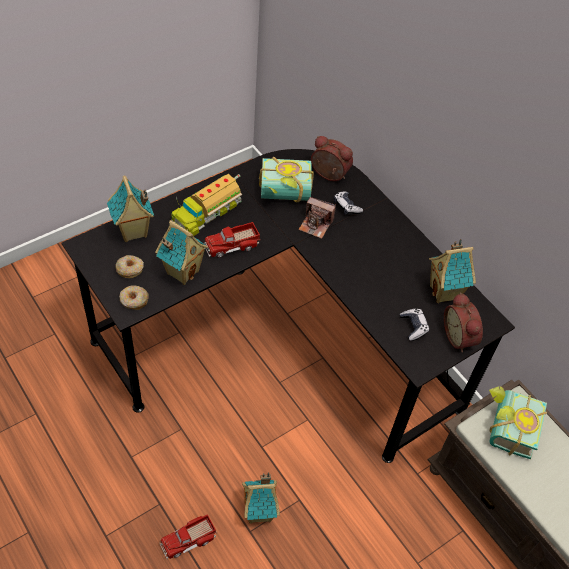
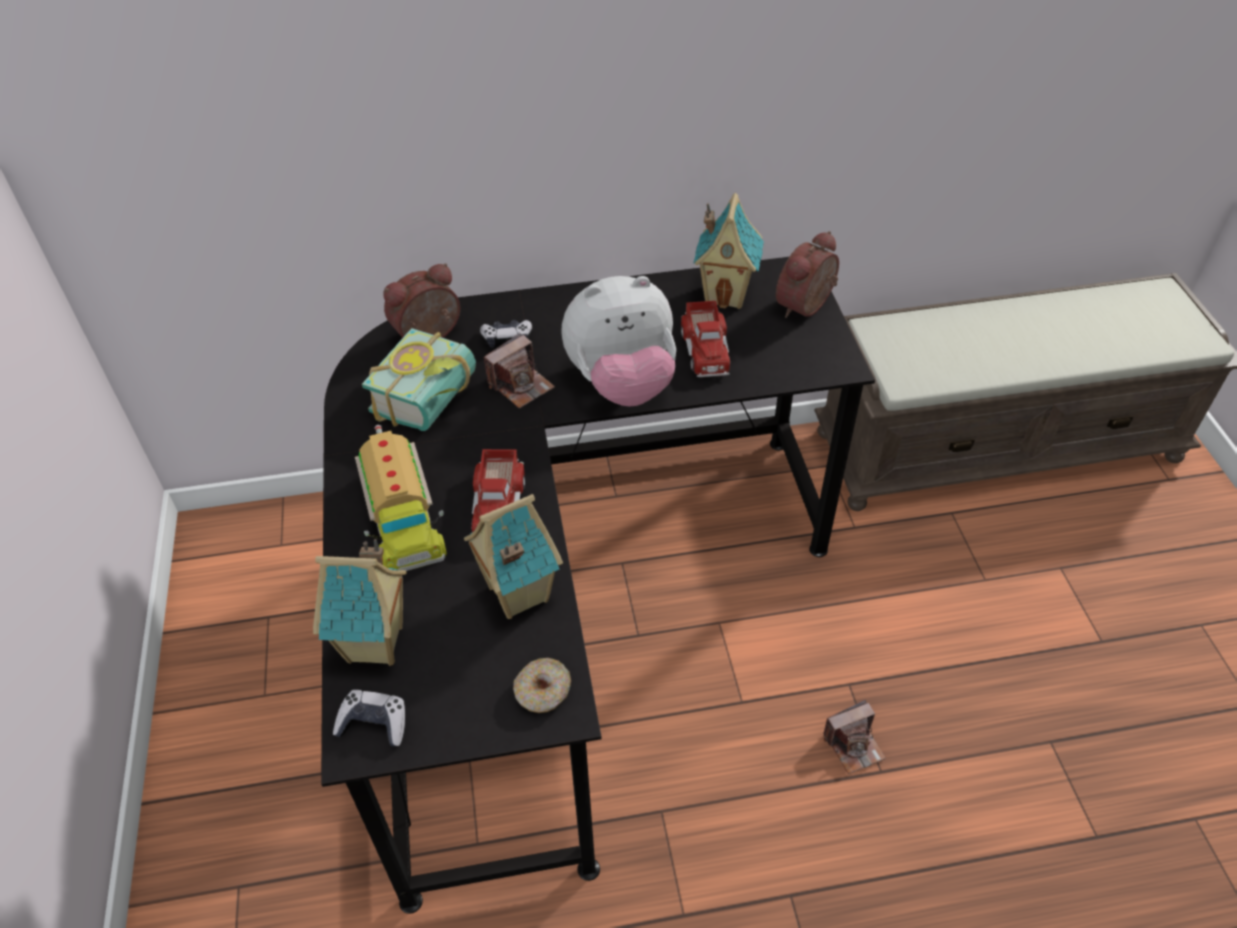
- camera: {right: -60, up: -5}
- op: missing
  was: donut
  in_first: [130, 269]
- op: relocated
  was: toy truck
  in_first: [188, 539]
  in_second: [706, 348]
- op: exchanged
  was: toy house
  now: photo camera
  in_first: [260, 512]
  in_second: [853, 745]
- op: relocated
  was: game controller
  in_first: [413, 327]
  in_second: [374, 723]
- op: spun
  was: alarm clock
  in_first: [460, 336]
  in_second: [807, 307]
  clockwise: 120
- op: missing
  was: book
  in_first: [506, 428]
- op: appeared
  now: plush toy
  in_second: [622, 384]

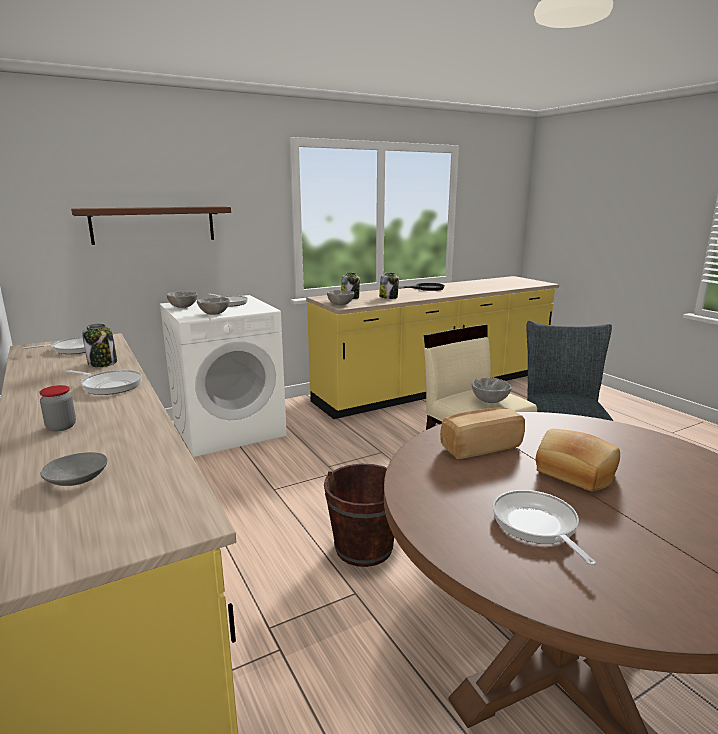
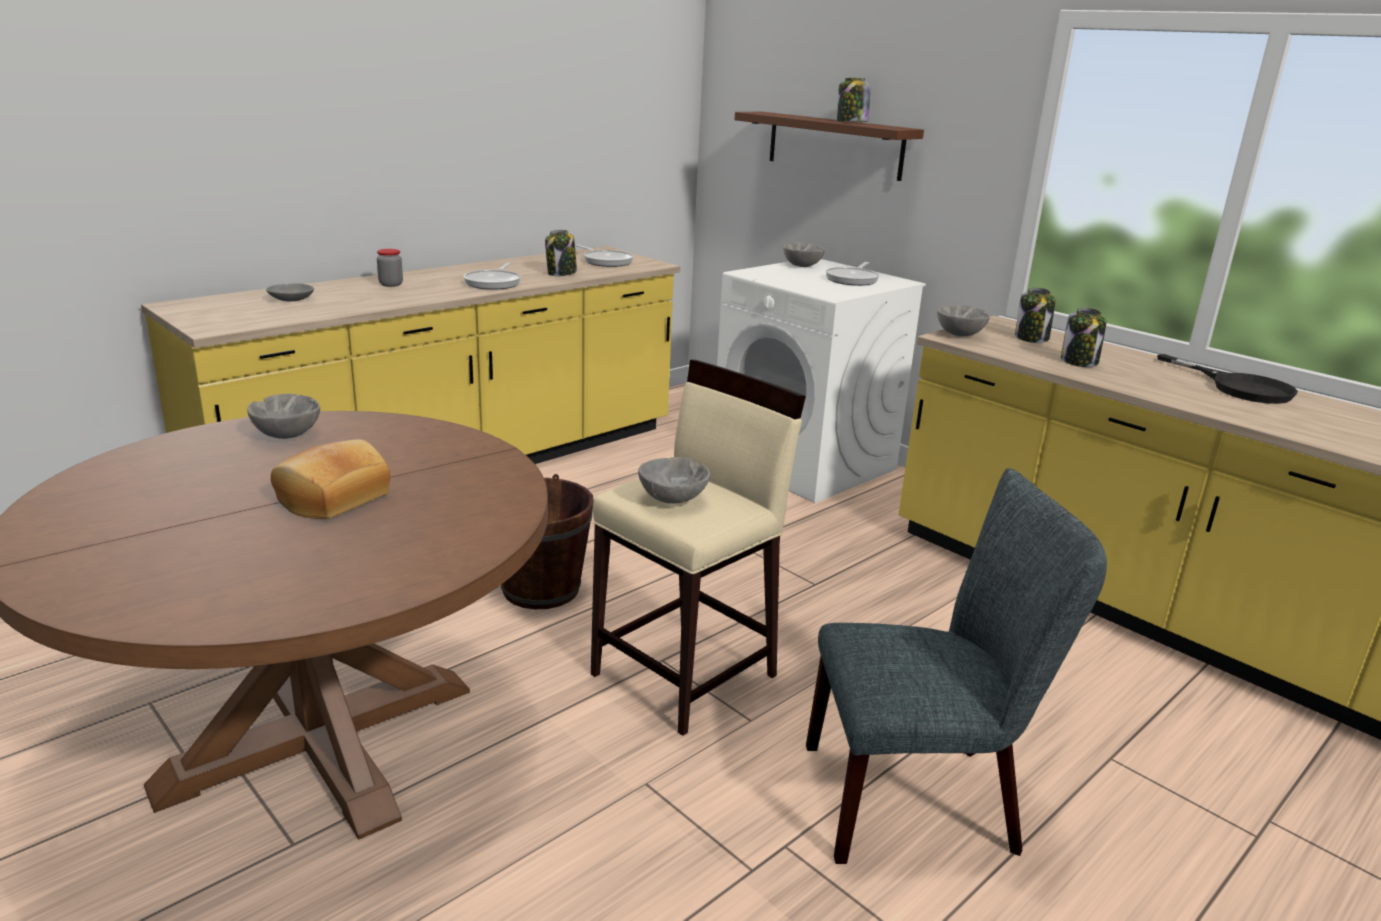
- camera: {right: 75, up: 5}
- op: relocated
  was: grey bowl
  in_first: [213, 314]
  in_second: [286, 435]
- op: missing
  was: bread
  in_first: [479, 446]
- op: missing
  was: frying pan
  in_first: [537, 525]
- op: appeared
  now: jar
  in_second: [851, 122]

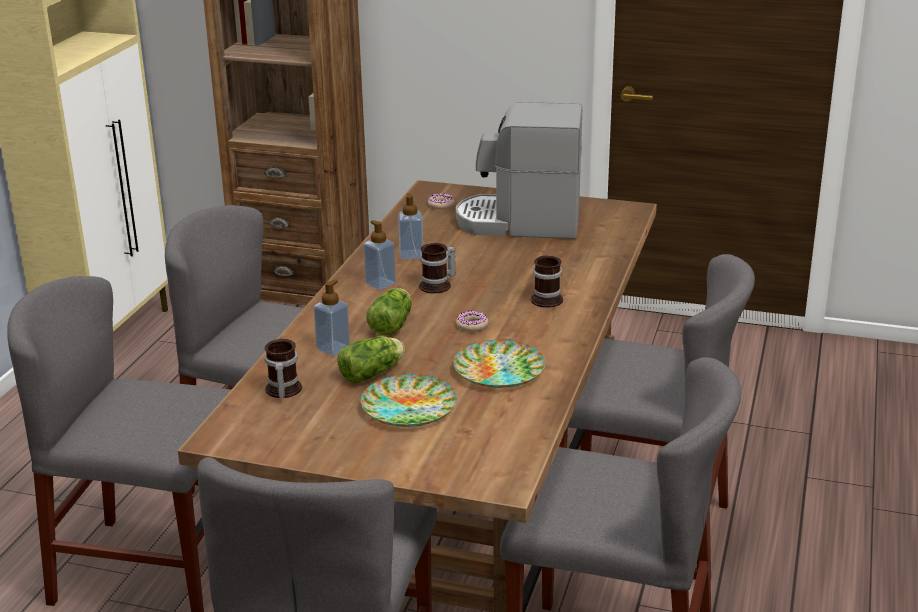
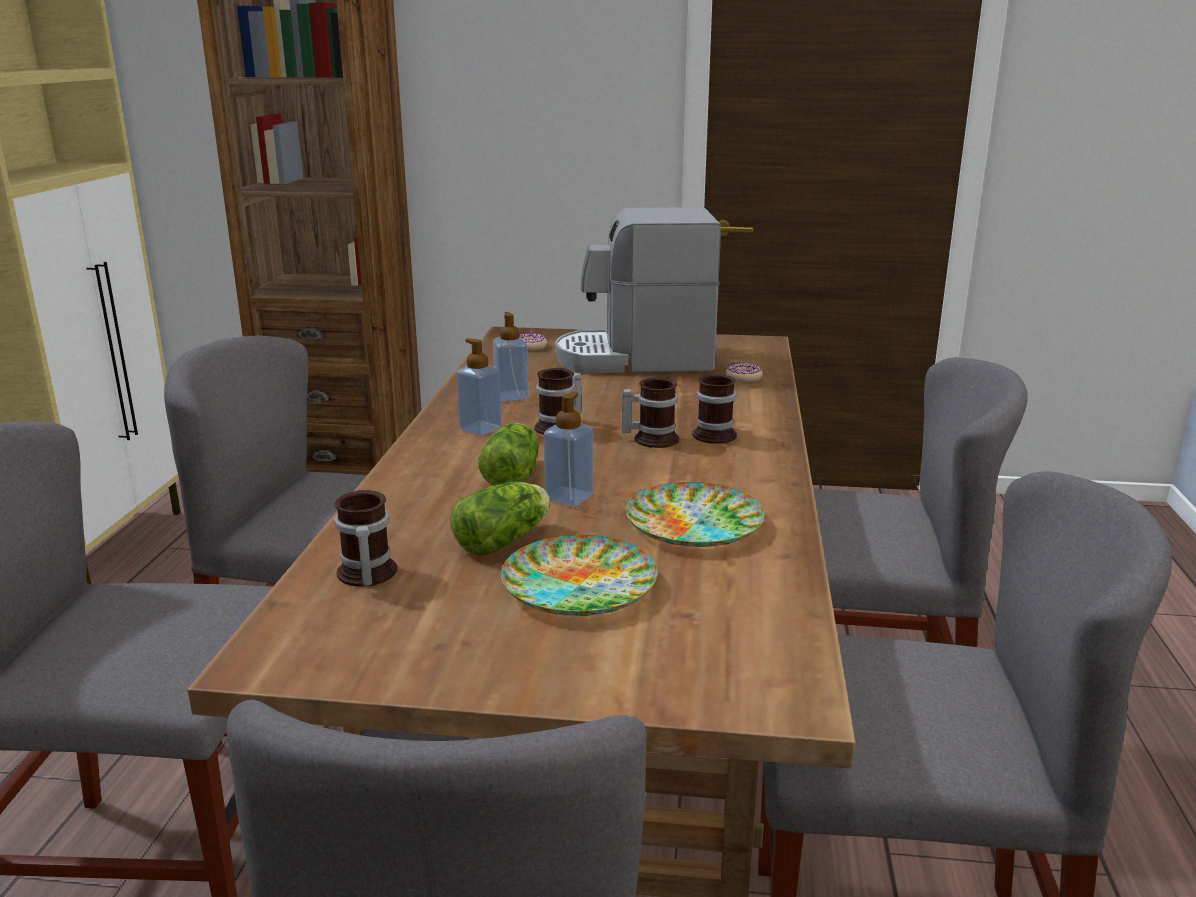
- camera: {right: -10, up: -5}
- op: relocated
  was: soap dispenser
  in_first: [333, 349]
  in_second: [569, 498]
- op: relocated
  was: donut
  in_first: [472, 325]
  in_second: [743, 378]
- op: appeared
  now: mug
  in_second: [651, 438]

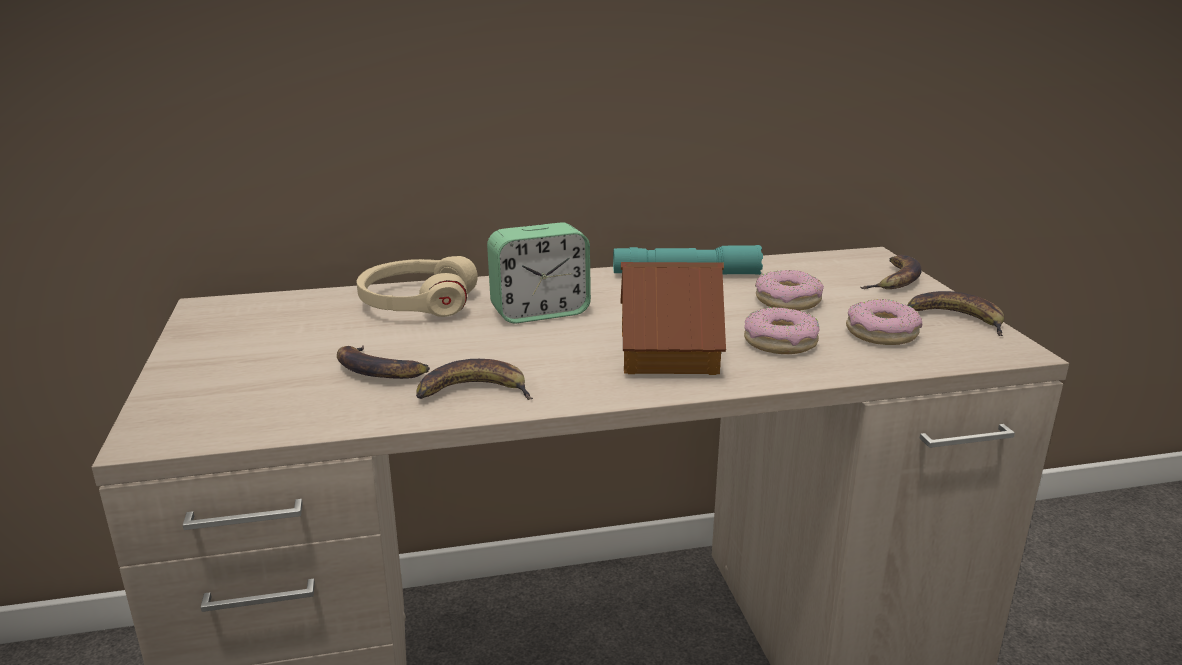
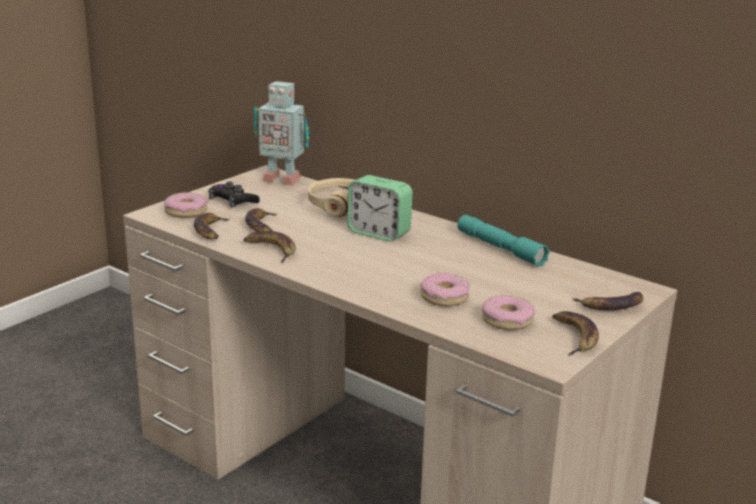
- camera: {right: 50, up: 0}
- op: missing
  was: toy house
  in_first: [666, 352]
- op: relocated
  was: donut
  in_first: [788, 301]
  in_second: [186, 212]
- op: appeared
  now: banana
  in_second: [211, 231]
- op: appeared
  now: black game controller
  in_second: [233, 201]
- op: appeared
  now: toy robot
  in_second: [281, 179]

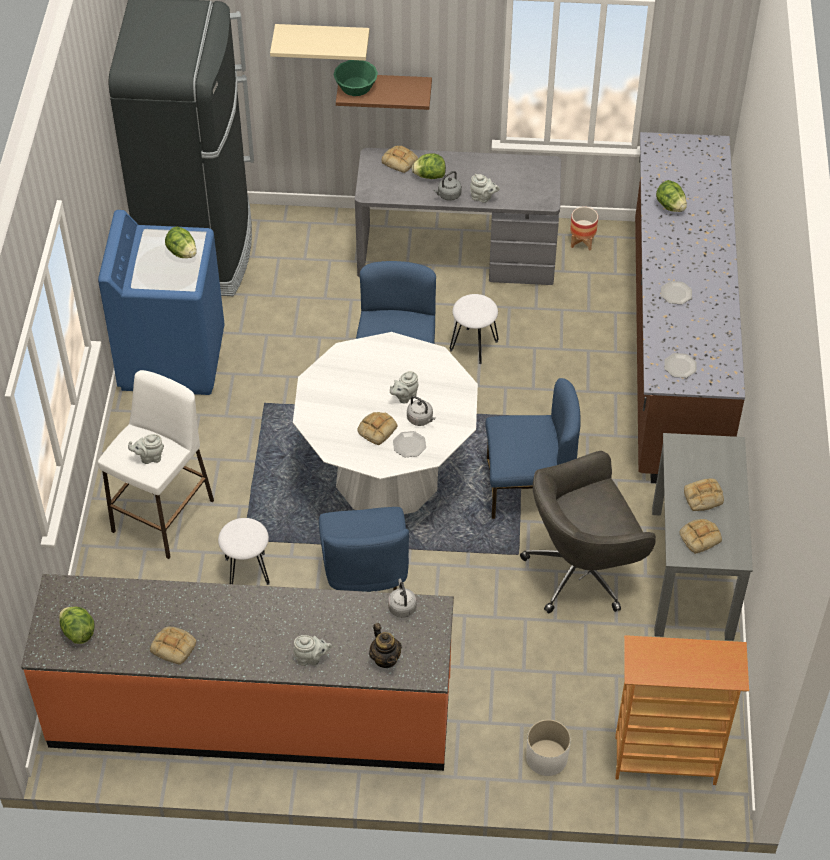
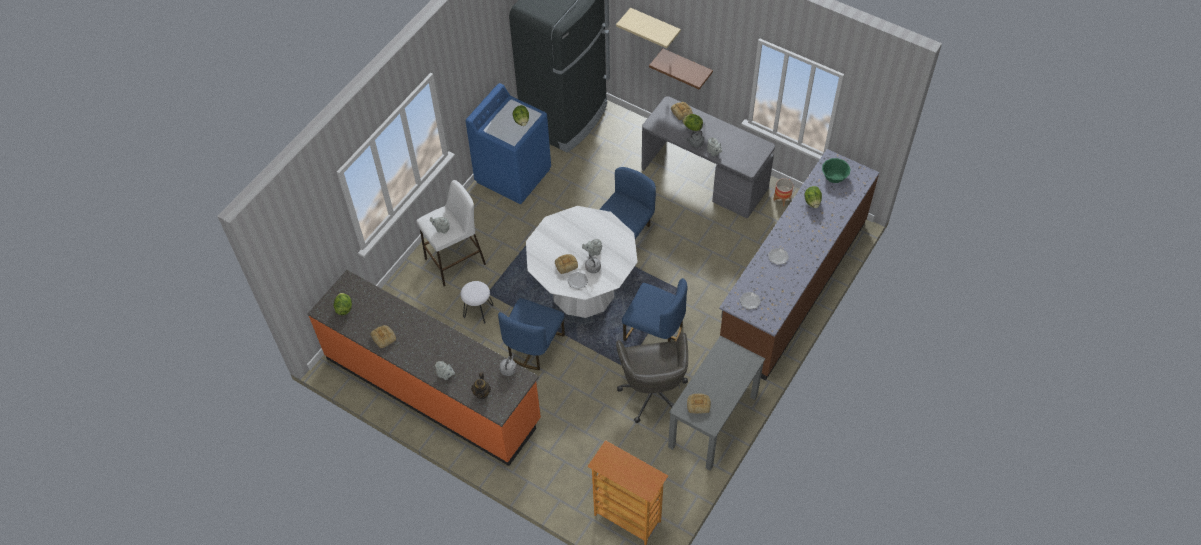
- camera: {right: 30, up: 5}
- op: relocated
  was: green bowl
  in_first: [355, 86]
  in_second: [834, 175]
- op: missing
  was: white stool
  in_first: [473, 346]
- op: spun
  was: grey office chair
  in_first: [582, 570]
  in_second: [653, 392]
  clockwise: -105
- op: missing
  was: white planter
  in_first: [546, 758]
- op: missing
  was: bread
  in_first: [703, 498]

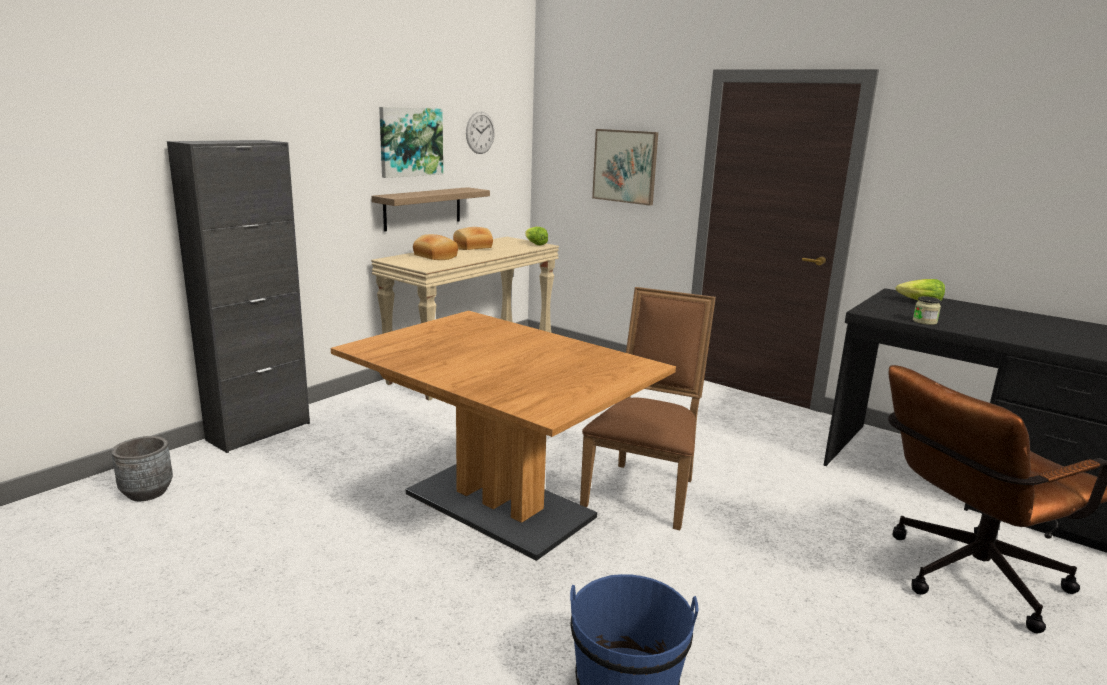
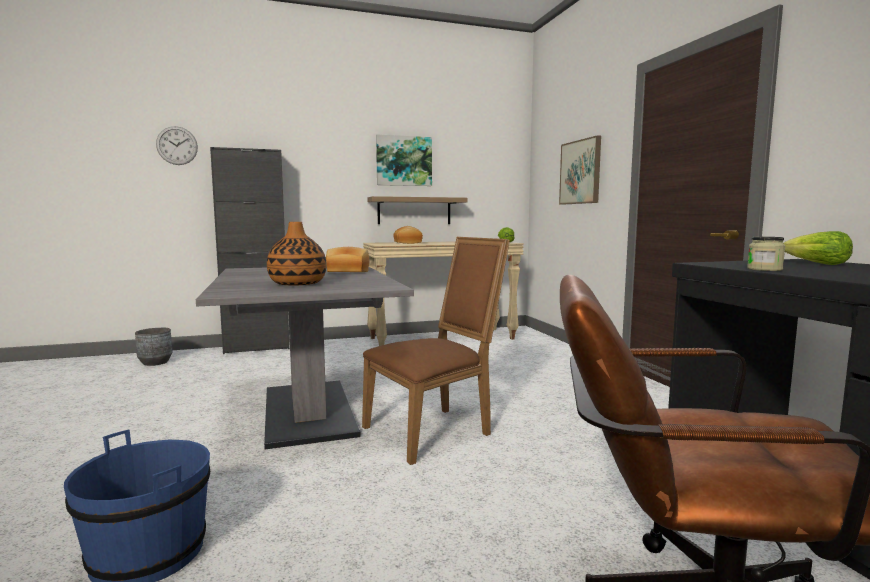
- camera: {right: 35, up: -10}
- op: colour
  was: brown dining table
  now: grey dining table
  in_first: [499, 505]
  in_second: [308, 411]
- op: relocated
  was: bread
  in_first: [473, 247]
  in_second: [347, 271]
- op: relocated
  was: wall clock
  in_first: [480, 132]
  in_second: [177, 145]
- op: appeared
  now: vase
  in_second: [297, 284]

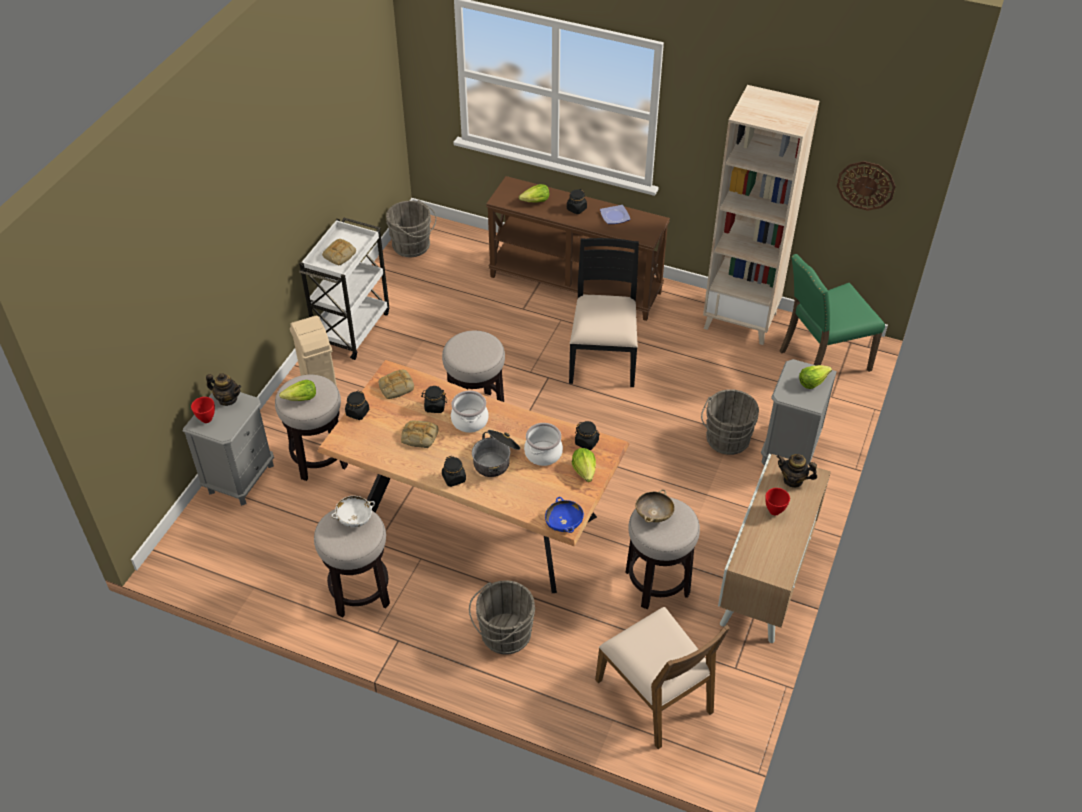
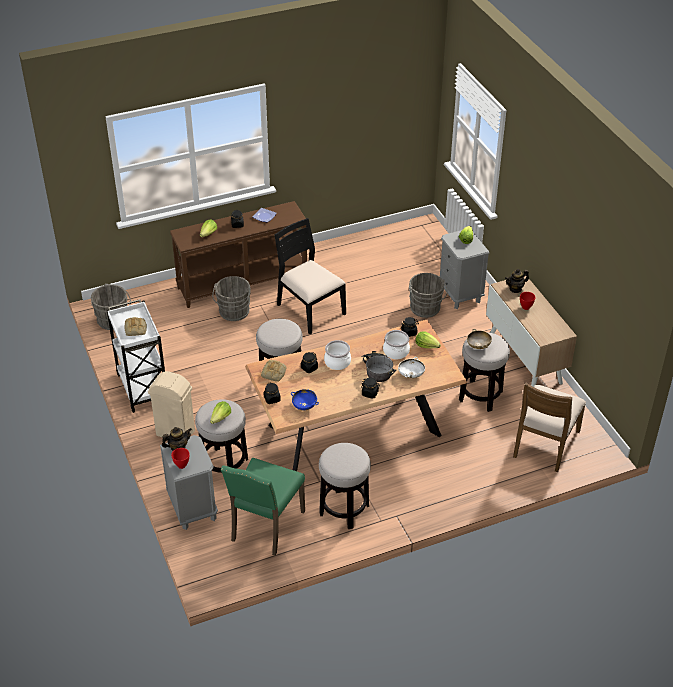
- camera: {right: -45, up: -5}
- op: relocated
  was: white bowl
  in_first: [354, 519]
  in_second: [411, 374]
- op: missing
  was: bread
  in_first: [419, 436]
- op: relocated
  was: grey bucket
  in_first: [503, 635]
  in_second: [233, 313]
- op: relocated
  was: blue bowl
  in_first: [564, 523]
  in_second: [304, 405]
- op: spun
  was: brown chair
  in_first: [656, 695]
  in_second: [545, 443]
  clockwise: 105
- op: missing
  was: beige bookcase
  in_first: [741, 320]
- op: relocated
  was: green chair
  in_first: [822, 359]
  in_second: [265, 526]
- op: missing
  was: wall clock
  in_first: [866, 185]

